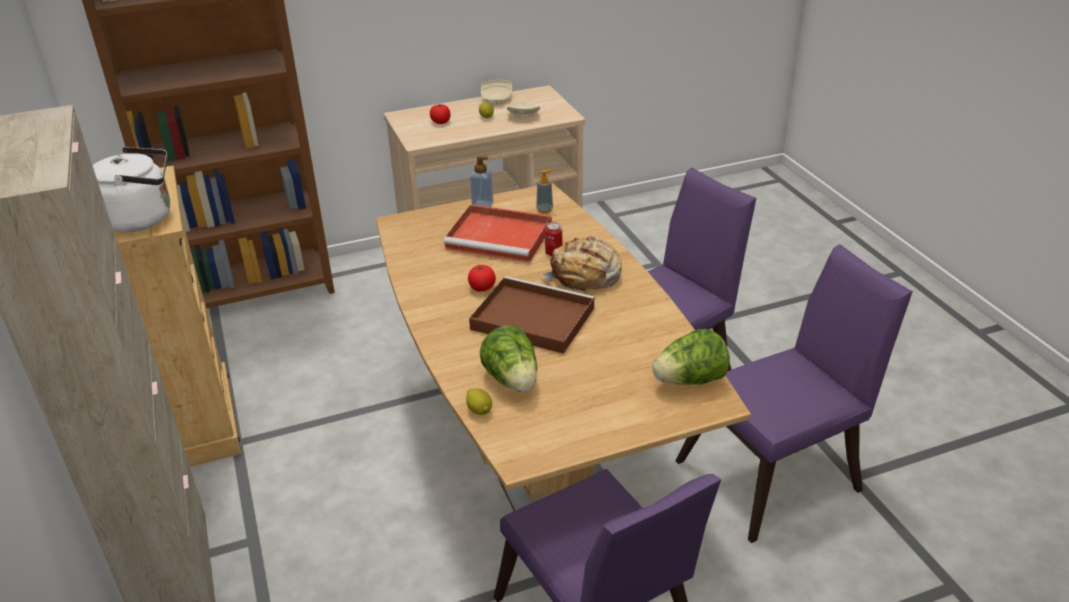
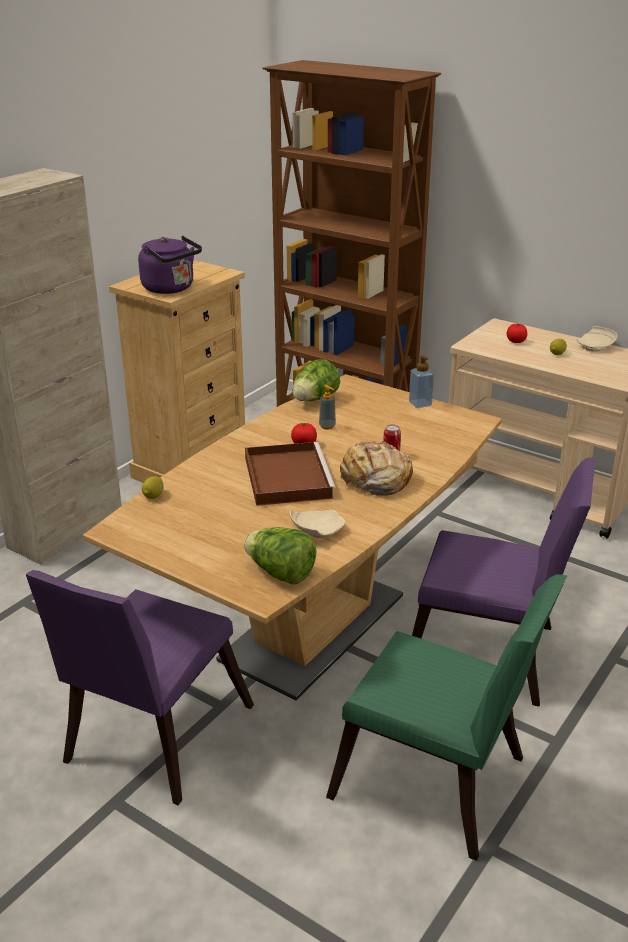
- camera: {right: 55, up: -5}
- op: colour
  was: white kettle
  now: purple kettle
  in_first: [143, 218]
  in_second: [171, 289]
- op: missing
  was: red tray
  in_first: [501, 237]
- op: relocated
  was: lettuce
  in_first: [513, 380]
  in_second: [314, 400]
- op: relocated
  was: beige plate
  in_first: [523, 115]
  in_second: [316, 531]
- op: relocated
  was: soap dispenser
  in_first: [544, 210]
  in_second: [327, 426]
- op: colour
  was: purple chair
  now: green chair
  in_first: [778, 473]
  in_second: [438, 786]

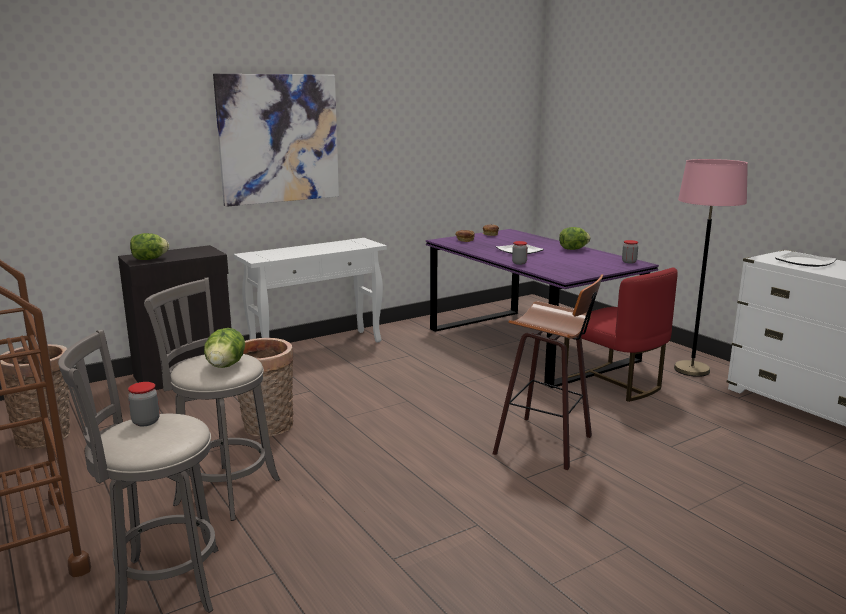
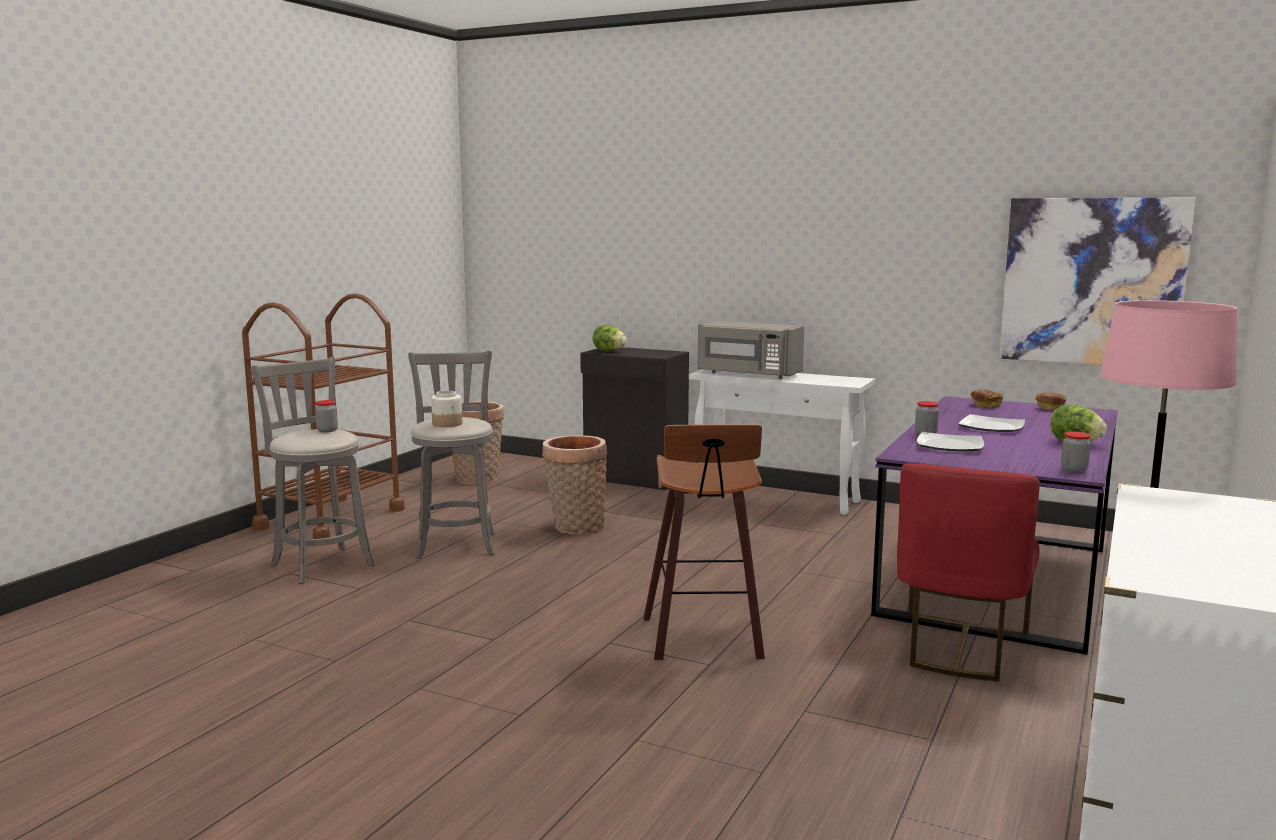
- camera: {right: 60, up: -5}
- op: exchanged
  was: lettuce
  now: jar
  in_first: [225, 366]
  in_second: [447, 424]
- op: relocated
  was: picture
  in_first: [279, 139]
  in_second: [1092, 281]
- op: relocated
  was: plate
  in_first: [805, 262]
  in_second: [949, 445]
- op: appeared
  now: grey microwave
  in_second: [748, 374]

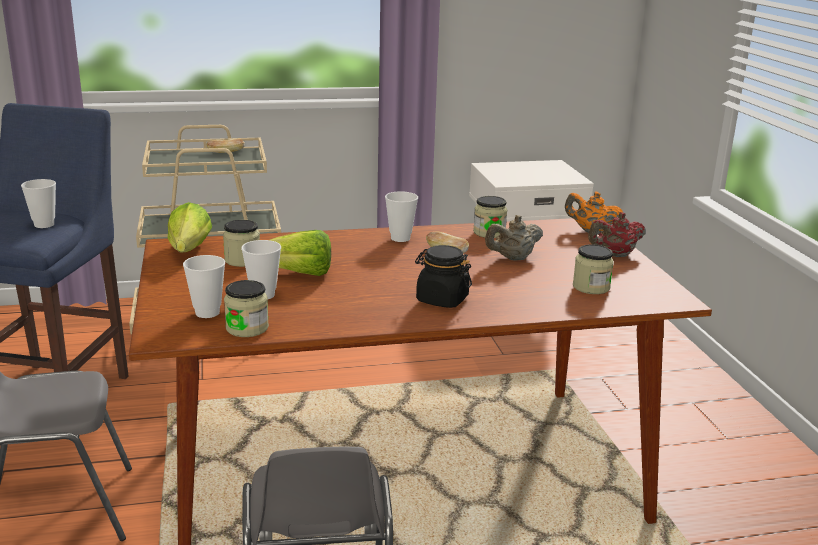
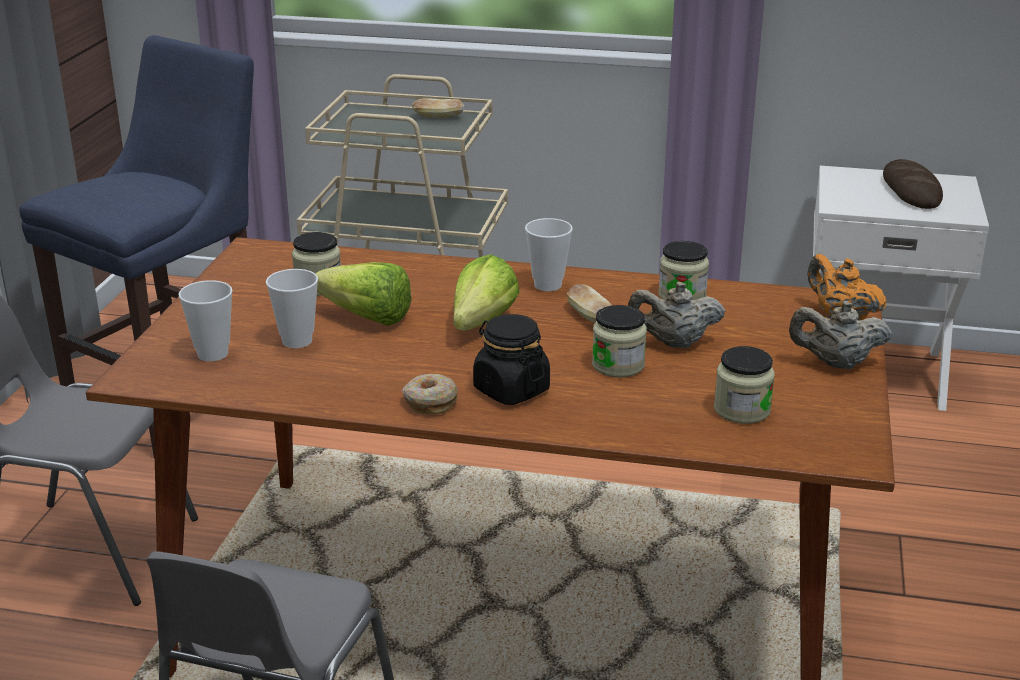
- camera: {right: 25, up: 5}
- op: missing
  was: cup
  in_first: [44, 224]
- op: relocated
  was: lettuce
  in_first: [186, 253]
  in_second: [476, 328]
- op: relocated
  was: jar
  in_first: [247, 328]
  in_second: [618, 365]
- op: colour
  was: red teapot
  now: beige teapot
  in_first: [615, 255]
  in_second: [836, 363]
- op: appeared
  now: donut
  in_second: [430, 402]
- op: appeared
  now: bread
  in_second: [911, 191]

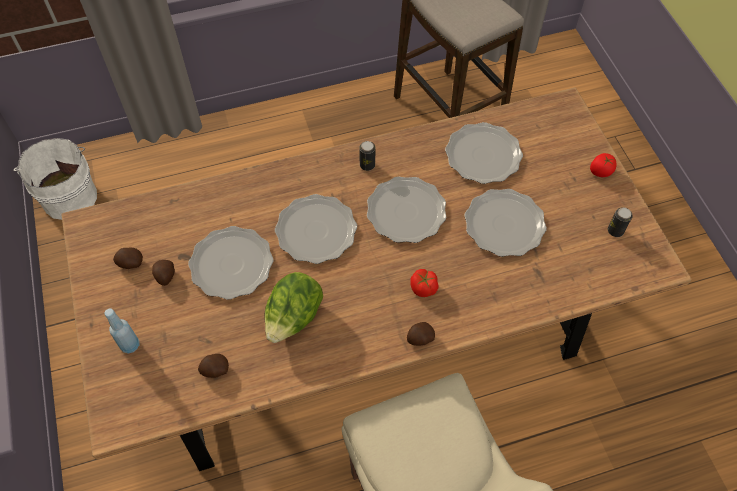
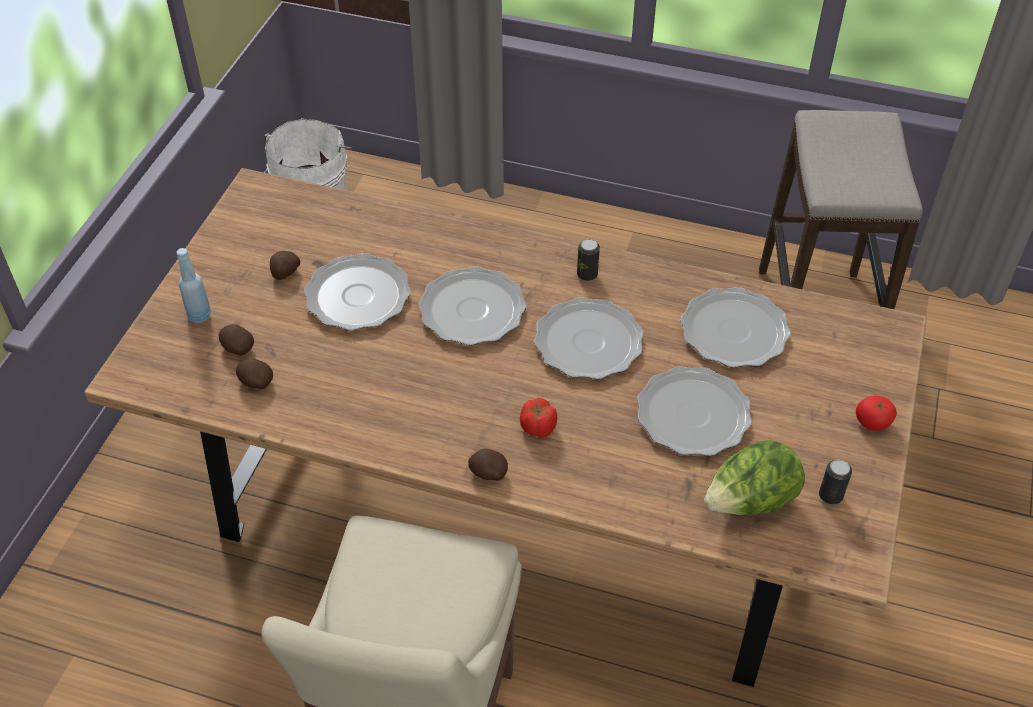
- camera: {right: 35, up: -10}
- op: relocated
  was: potato
  in_first: [130, 263]
  in_second: [237, 348]
- op: relocated
  was: lettuce
  in_first: [294, 318]
  in_second: [750, 502]

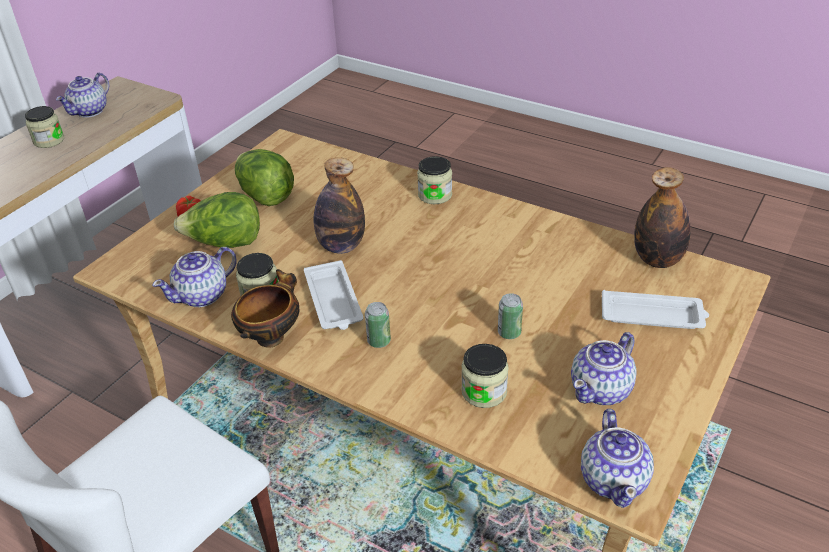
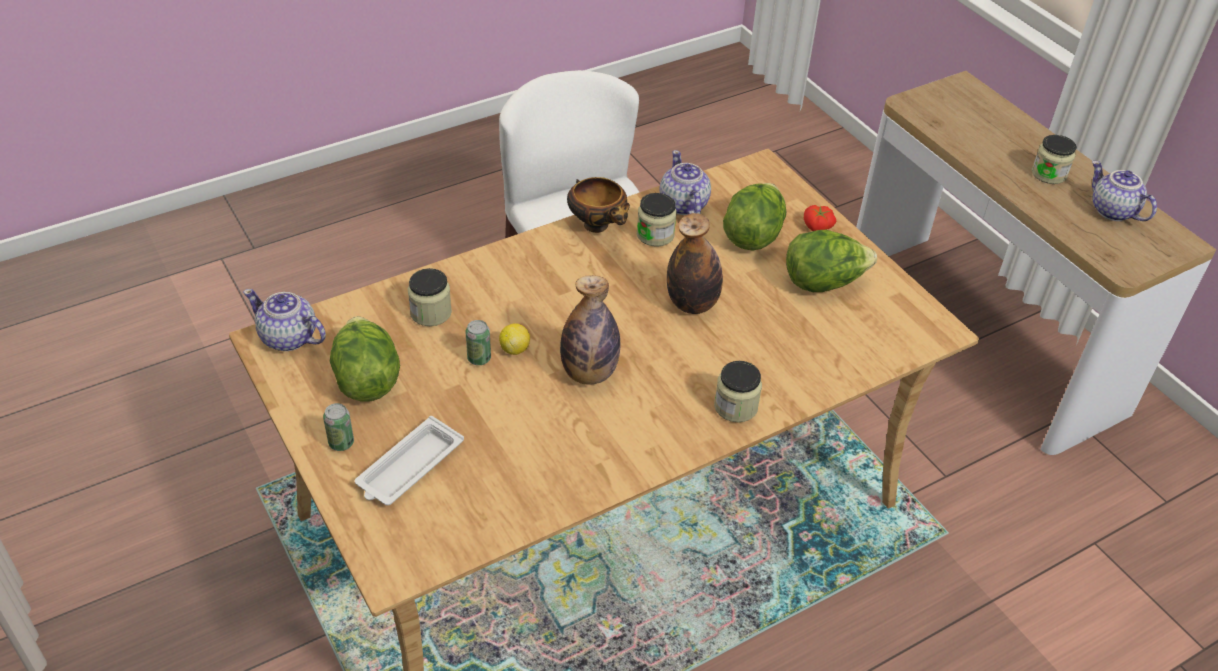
- camera: {right: 115, up: 5}
- op: missing
  was: white tray
  in_first: [334, 301]
- op: relocated
  was: can
  in_first: [379, 341]
  in_second: [341, 443]
- op: exchanged
  was: teapot
  now: lettuce
  in_first: [601, 389]
  in_second: [366, 379]
- op: relocated
  was: bottle
  in_first: [657, 260]
  in_second: [589, 373]
- op: appeared
  now: lemon
  in_second: [514, 349]

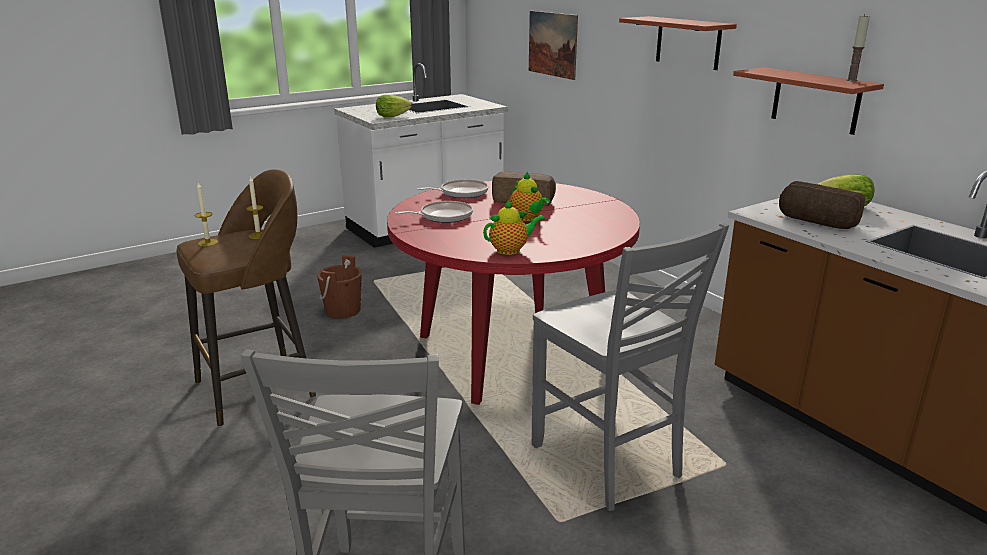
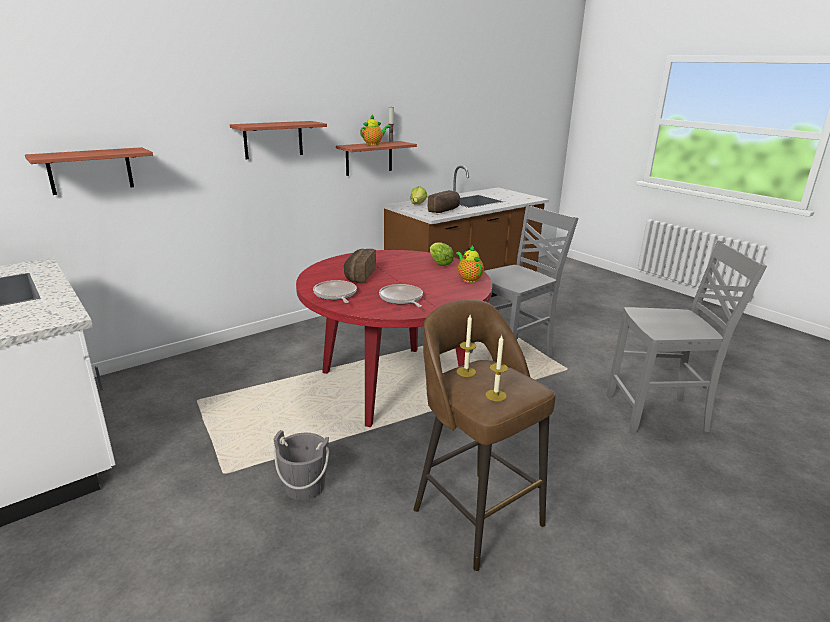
- camera: {right: -95, up: 0}
- op: colour
  was: brown bucket
  now: grey bucket
  in_first: [343, 310]
  in_second: [304, 486]
- op: relocated
  was: lettuce
  in_first: [392, 116]
  in_second: [439, 263]
- op: relocated
  was: teapot
  in_first: [527, 218]
  in_second: [374, 144]
- op: exchanged
  was: picture
  now: shelf
  in_first: [552, 44]
  in_second: [90, 171]

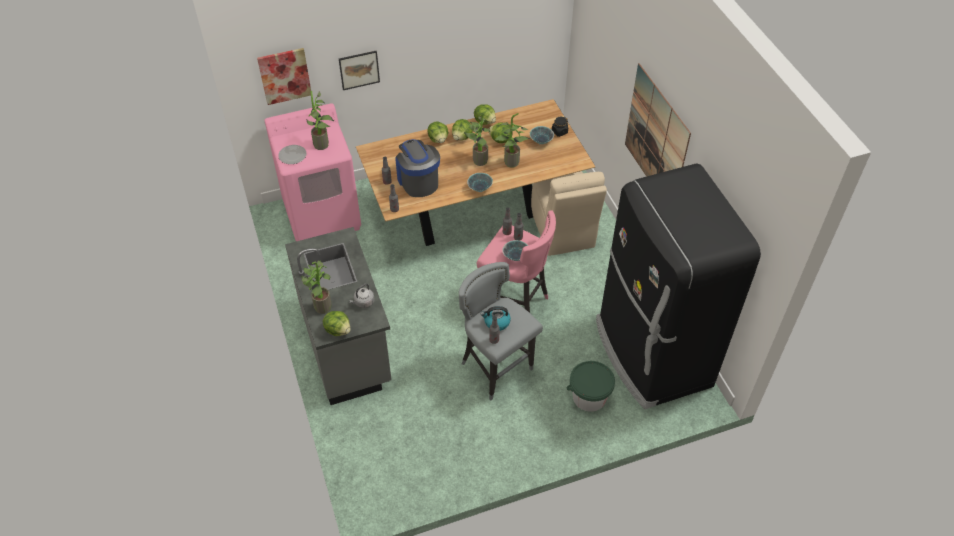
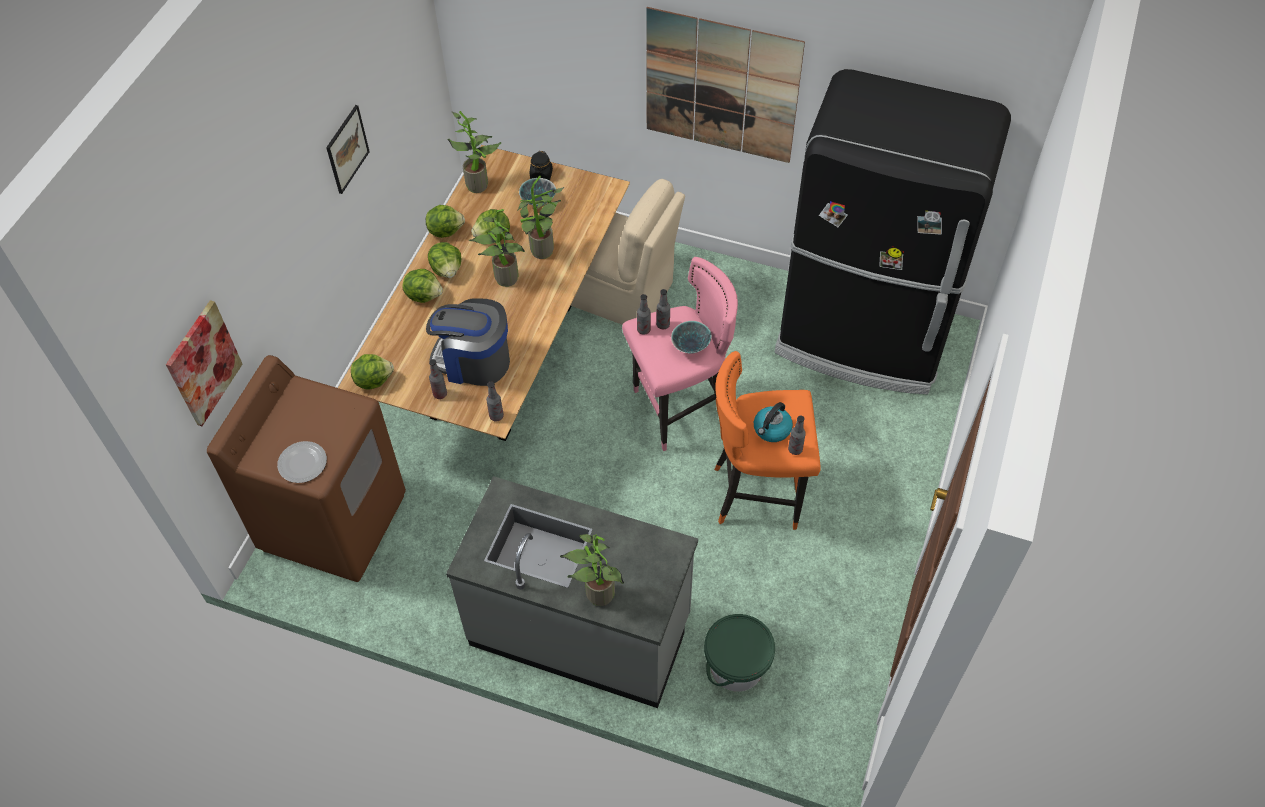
- camera: {right: -50, up: 5}
- op: colour
  was: pink washing machine
  now: brown washing machine
  in_first: [322, 215]
  in_second: [334, 521]
- op: relocated
  was: potted plant
  in_first: [323, 145]
  in_second: [480, 184]
- op: relocated
  was: lettuce
  in_first: [338, 330]
  in_second: [373, 380]
- op: relocated
  was: picture
  in_first: [359, 70]
  in_second: [347, 149]
- op: missing
  was: grey kettle
  in_first: [363, 302]
- op: colour
  was: grey stool
  now: orange stool
  in_first: [496, 369]
  in_second: [757, 493]
- op: missing
  was: bowl
  in_first: [480, 189]
- op: relocated
  was: green bucket
  in_first: [589, 397]
  in_second: [736, 667]

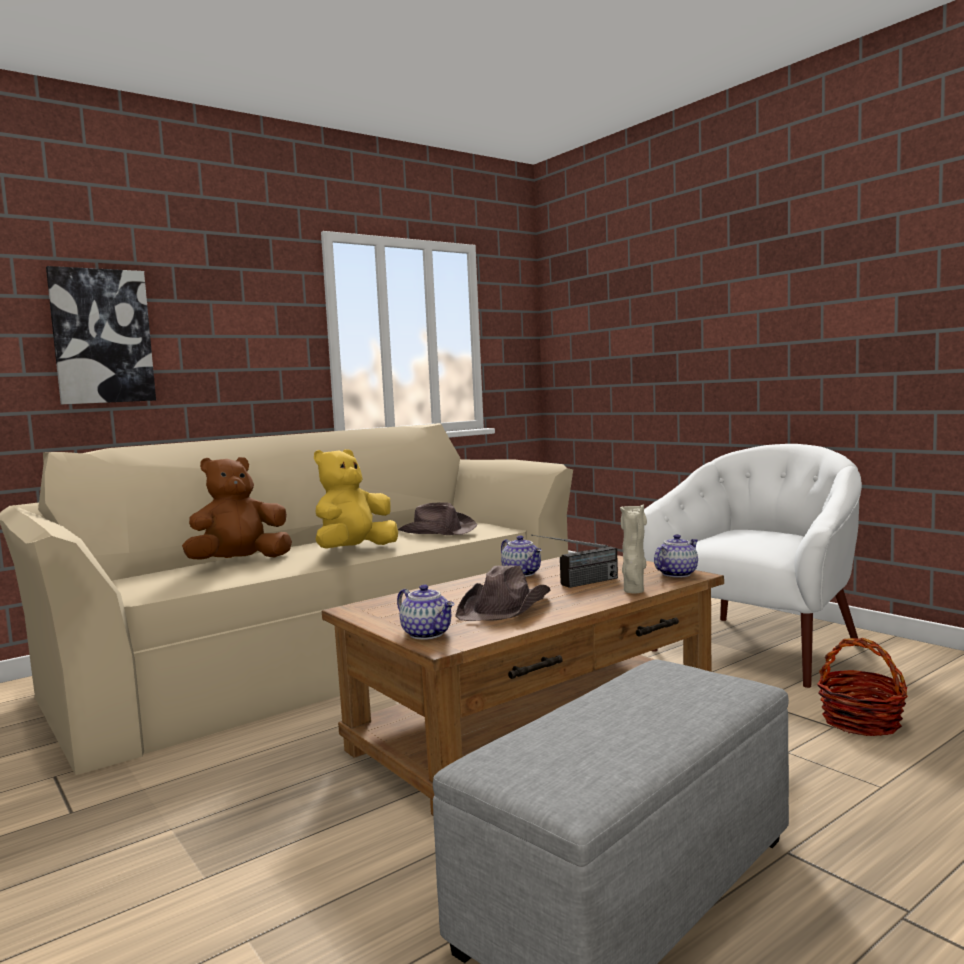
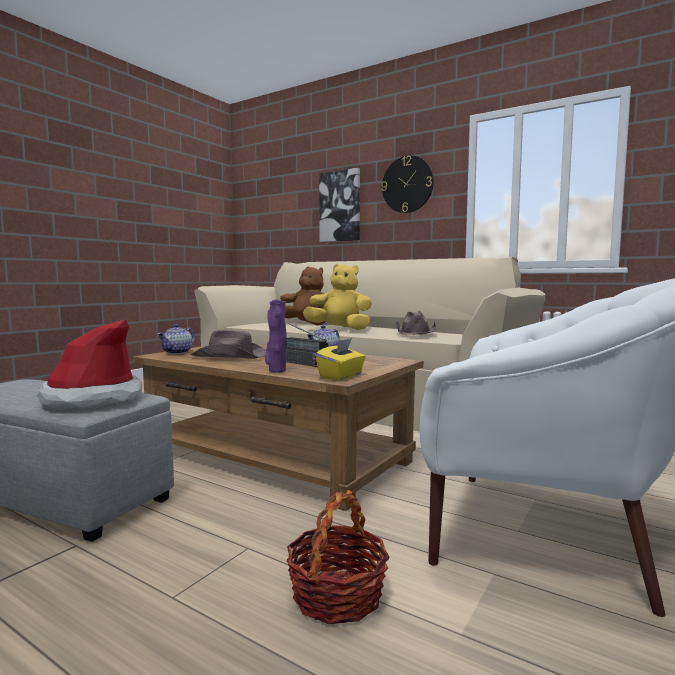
- camera: {right: 70, up: 0}
- op: colour
  was: beige vase
  now: purple vase
  in_first: [634, 591]
  in_second: [276, 371]
- op: exchanged
  was: teapot
  now: yellow tissue box
  in_first: [676, 574]
  in_second: [341, 376]
- op: appeared
  now: hat
  in_second: [92, 399]
- op: appeared
  now: wall clock
  in_second: [407, 184]

